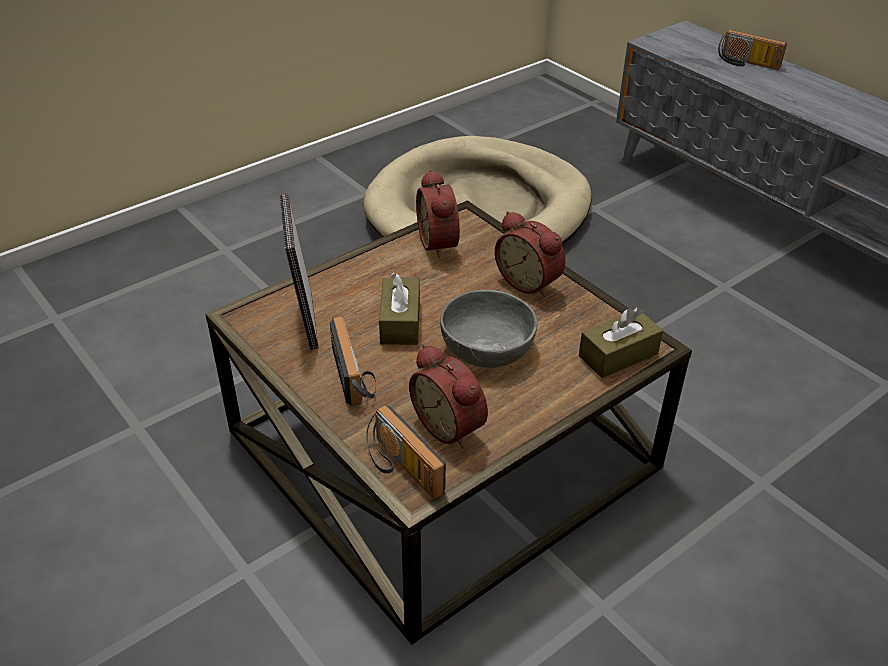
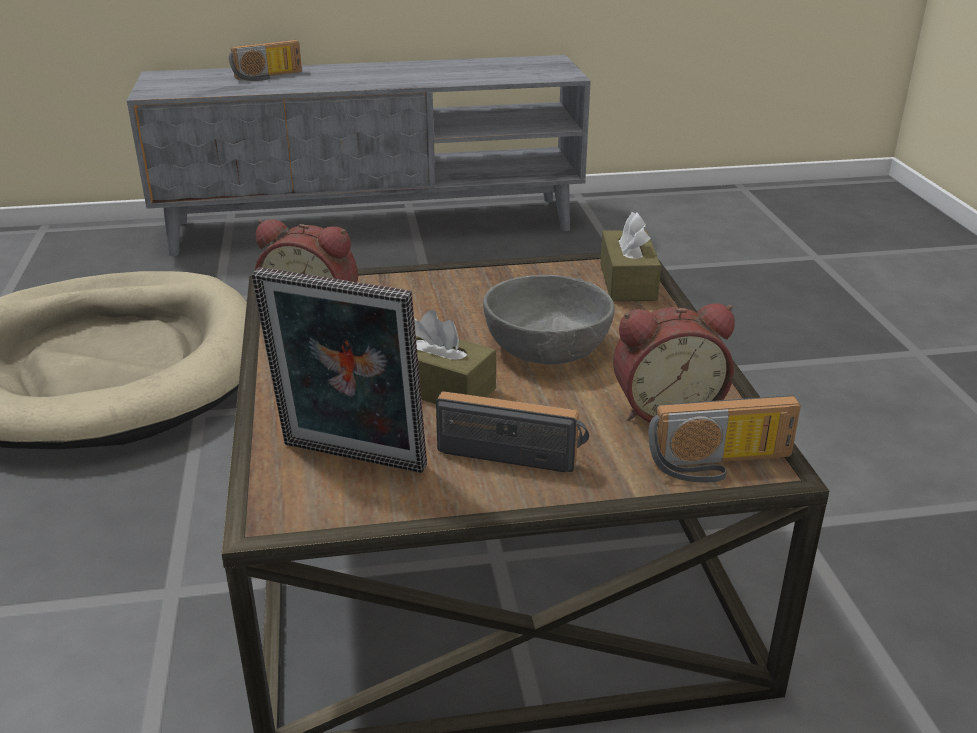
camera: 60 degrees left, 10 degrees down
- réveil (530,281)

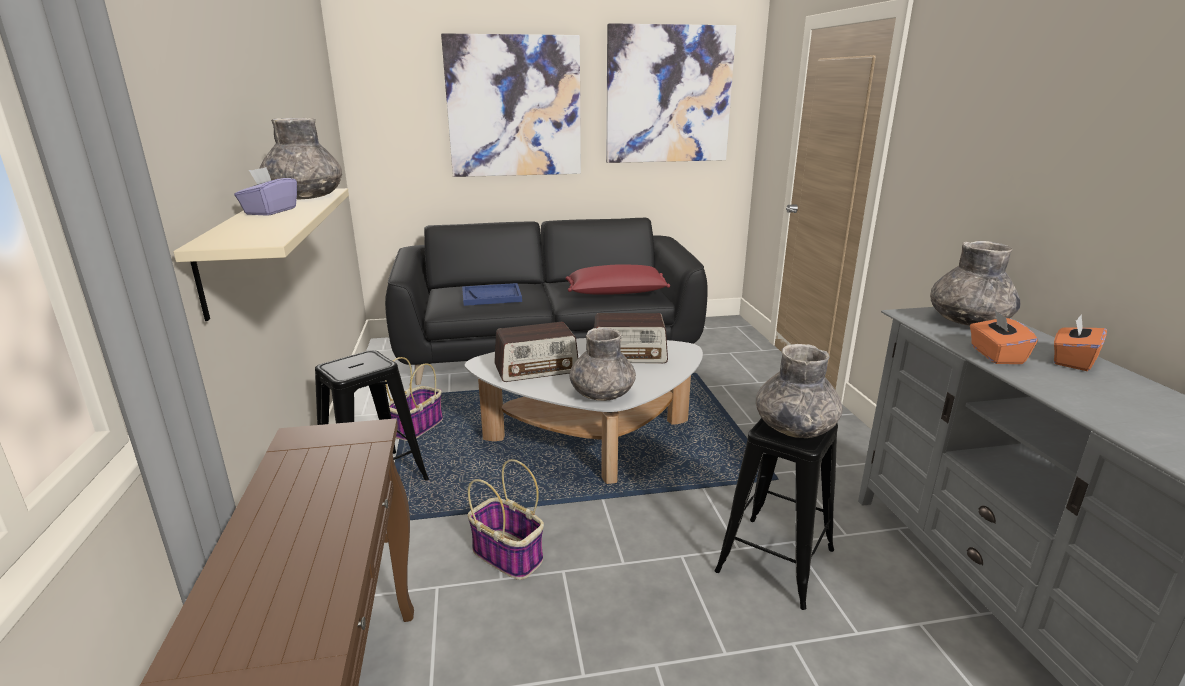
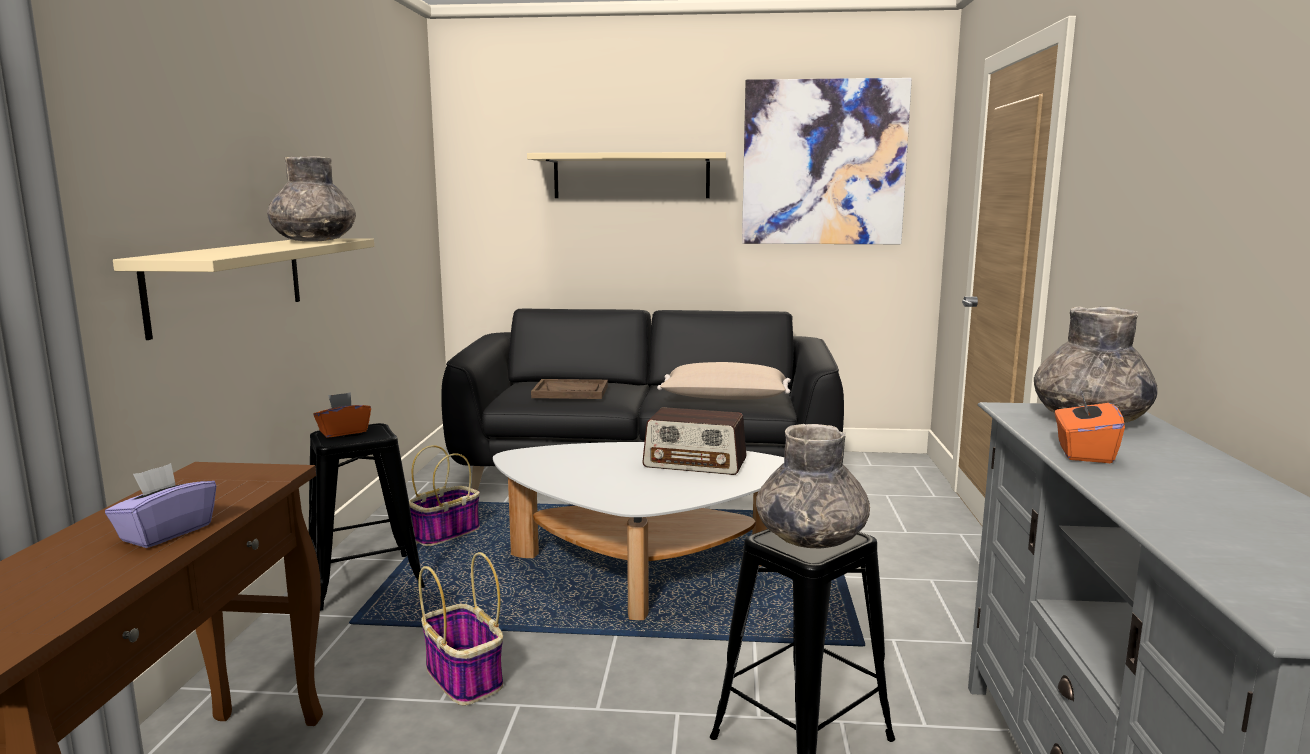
camera: 15 degrees right, 10 degrees down
~ boîte à mouchoirs/violet (270,211) to (166,533)
~ boîte à mouchoirs/orange (1072,361) to (343,432)
~ tableau (514,107) to étagère/beige (631,176)
~ plateau/bleu (492,296) to plateau/marron (570,392)
~ coussin/rouge (616,294) to coussin/beige (724,399)
- radio (537,369)
- vase/gris (602,394)

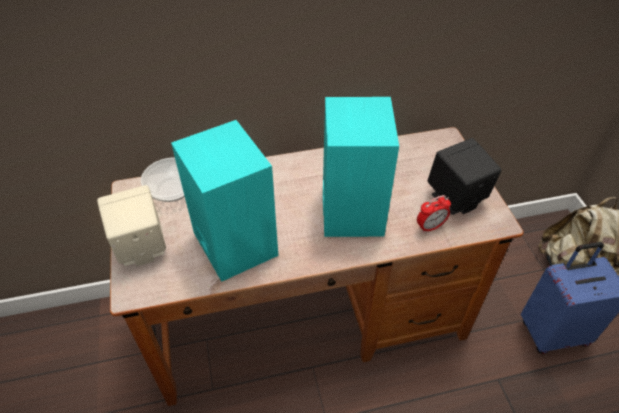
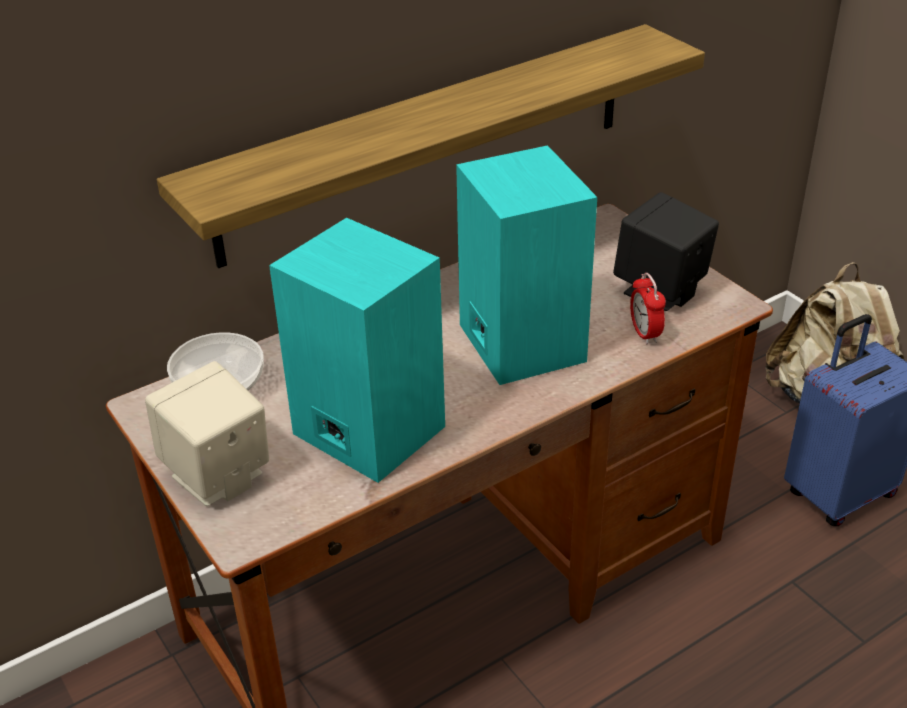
camera: 20 degrees left, 10 degrees down
+ étagère (428,142)
~ réveil (430,227) = (645,334) 120 degrees clockwise

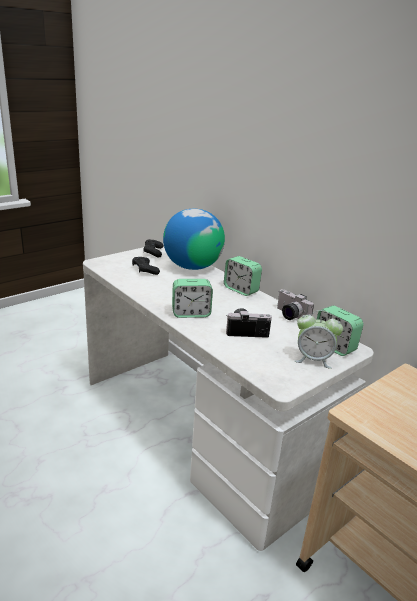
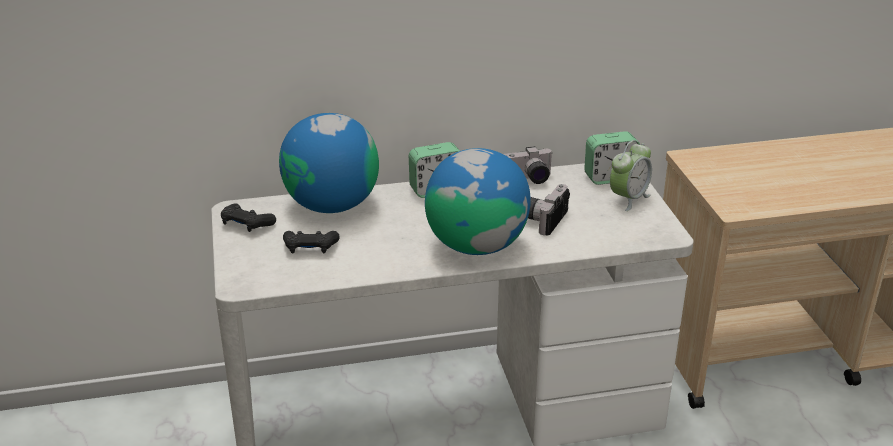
camera: 60 degrees left, 5 degrees up
~ réveil (191,313) to globe (476,245)

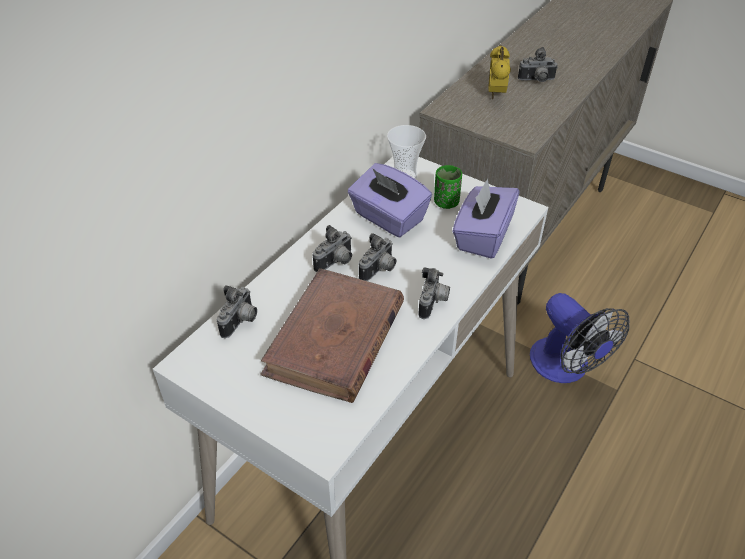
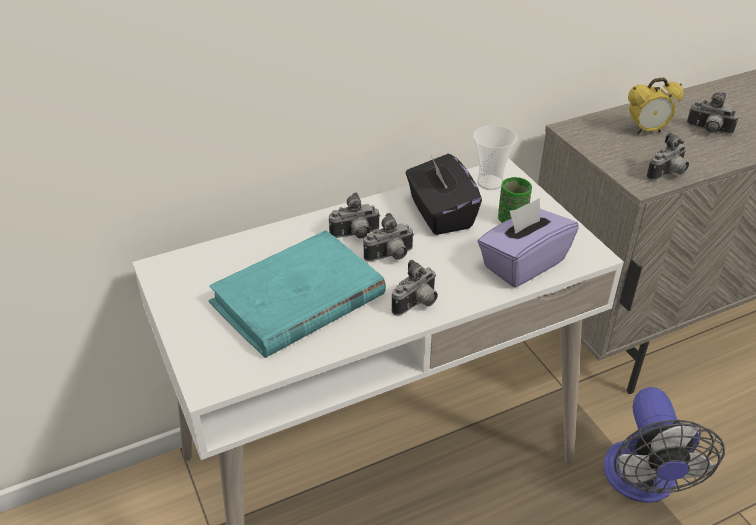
camera: 30 degrees right, 5 degrees down
~ livre/marron (335,339) to livre/turquoise (297,299)
~ boîte à mouchoirs/violet (388,218) to boîte à mouchoirs/noir (440,214)
~ réveil (496,94) = (646,131) 135 degrees counterclockwise
~ appareil photo (241,322) to (667,174)

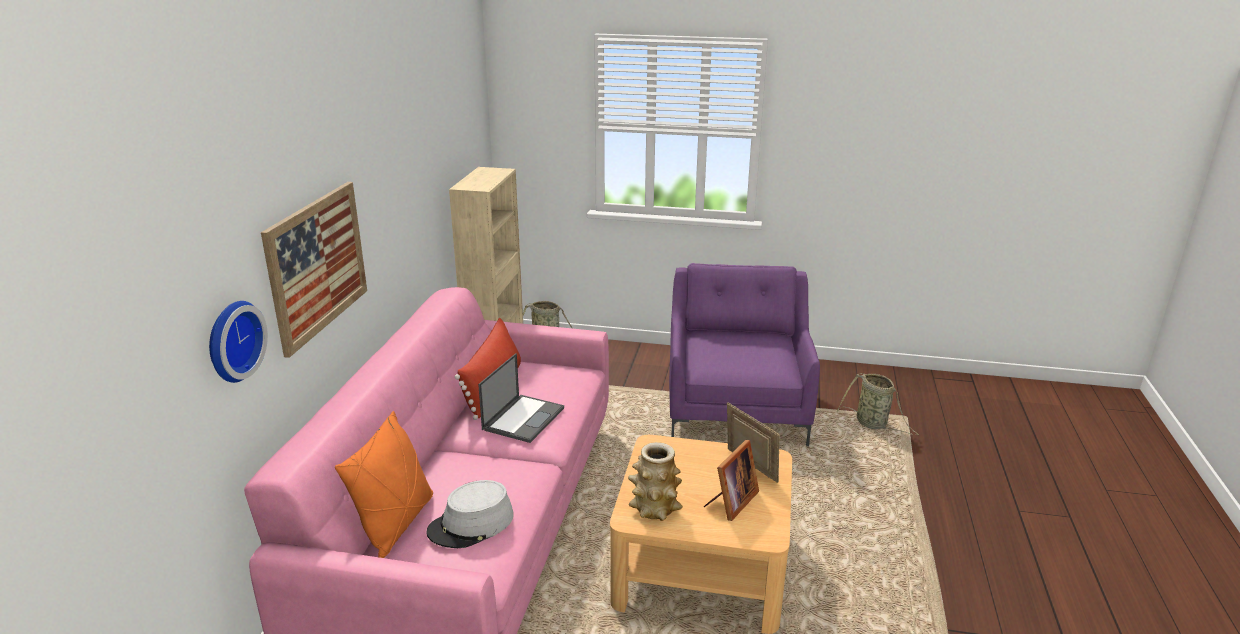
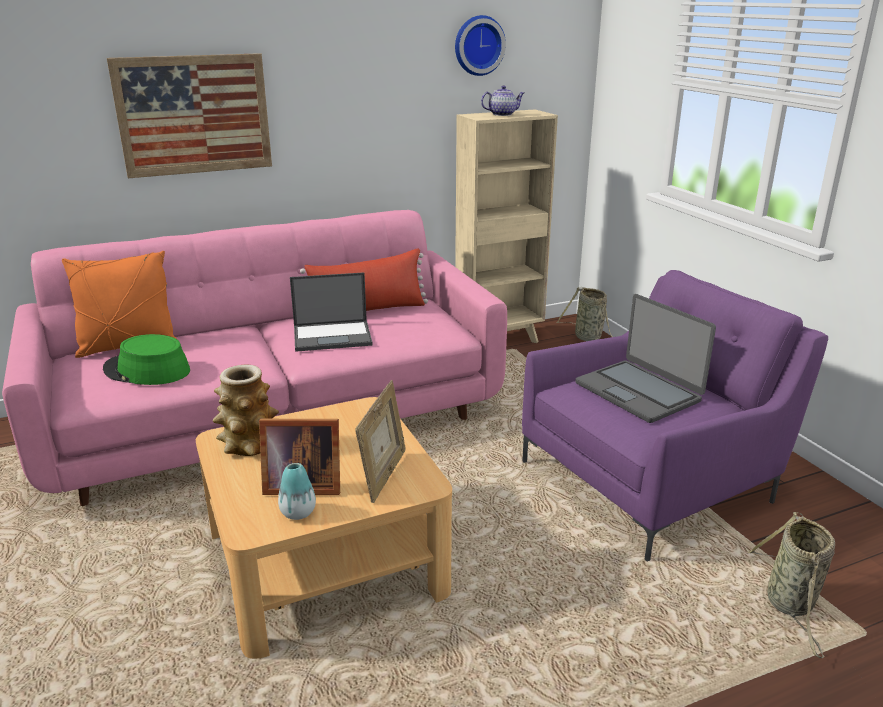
camera: 55 degrees right, 0 degrees up
~ chapeau/gris (471,524) to chapeau/vert (147,371)
+ vase (298,513)
~ horloge murale (231,340) to (478,45)
+ théière (502,114)
+ ordinateur portable (638,392)

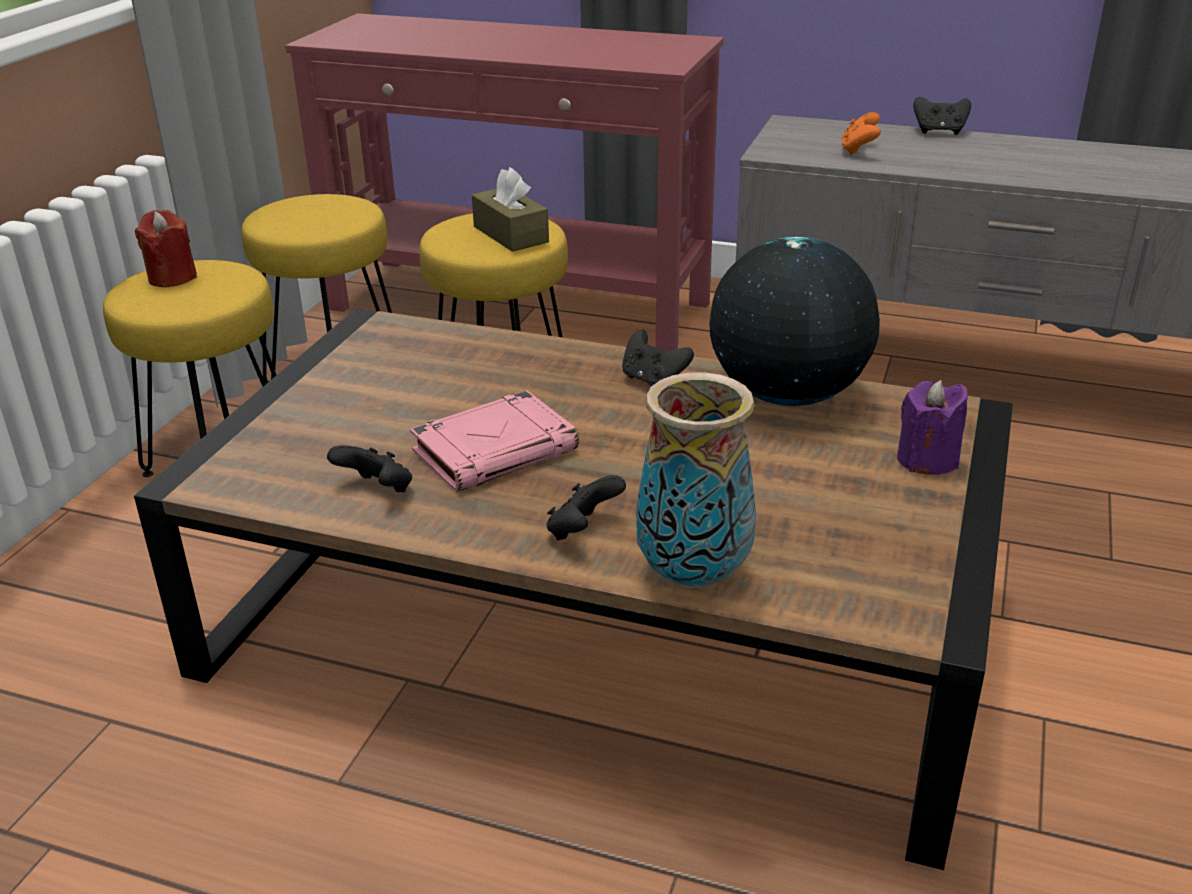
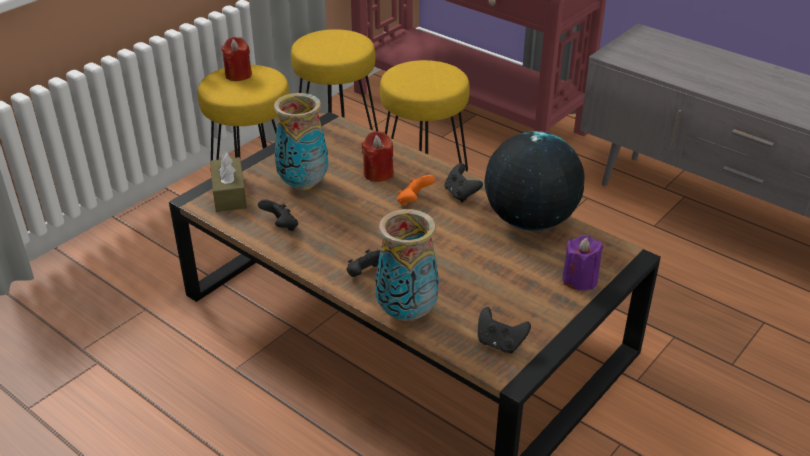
camera: 20 degrees right, 5 degrees up
~ boîte à mouchoirs/marron (510,234) to (229,194)
+ vase (303,184)
+ bougie/rouge (378,173)
~ manette/orange (859,150) to (414,201)
~ manette/noir (939,131) to (500,343)
- livre/rose (496,450)

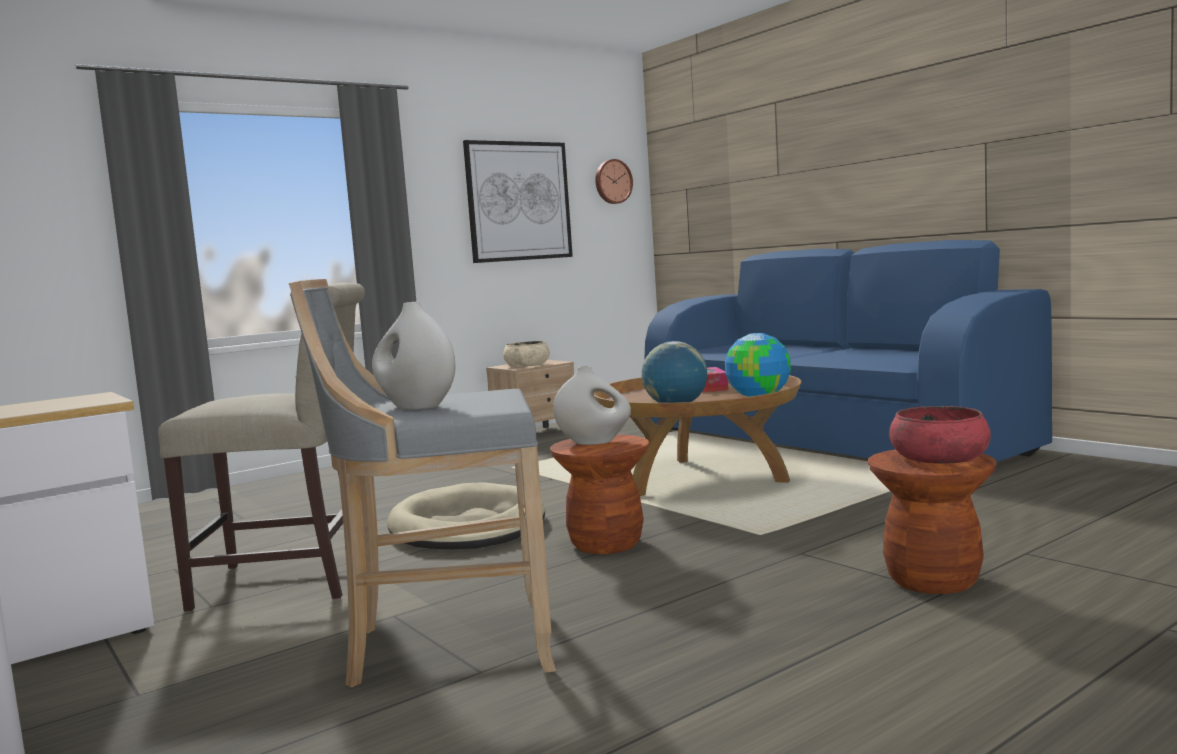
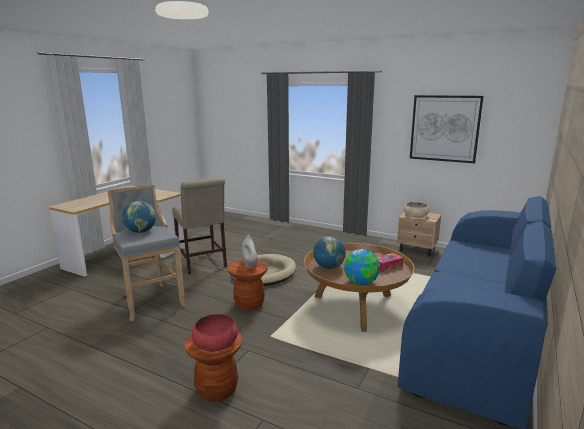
camera: 65 degrees right, 10 degrees up
~ vase/blanc (416,407) to globe (141,231)
- horloge murale (612,181)

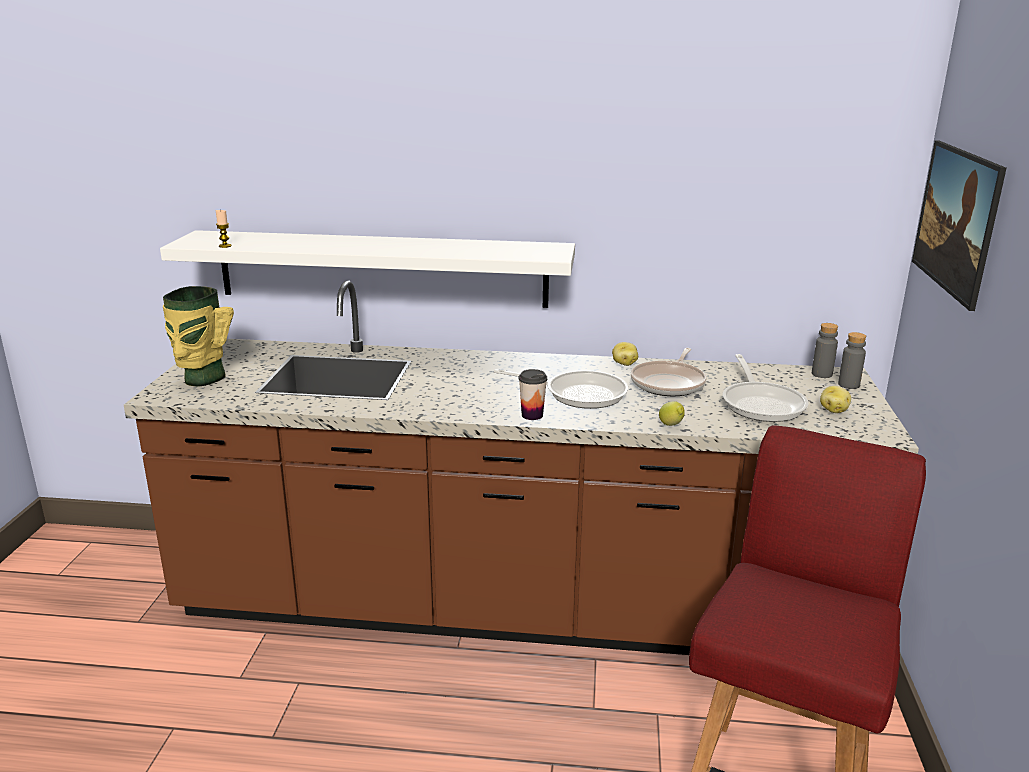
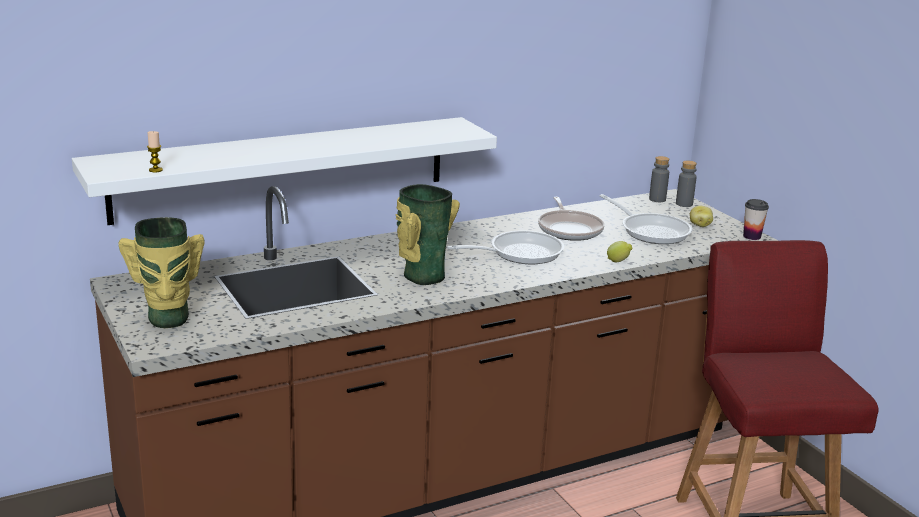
camera: 35 degrees left, 0 degrees up
+ vase (421,275)
~ tasse (532,415) to (752,236)
- pomme de terre (624,363)
- tableau (949,252)

